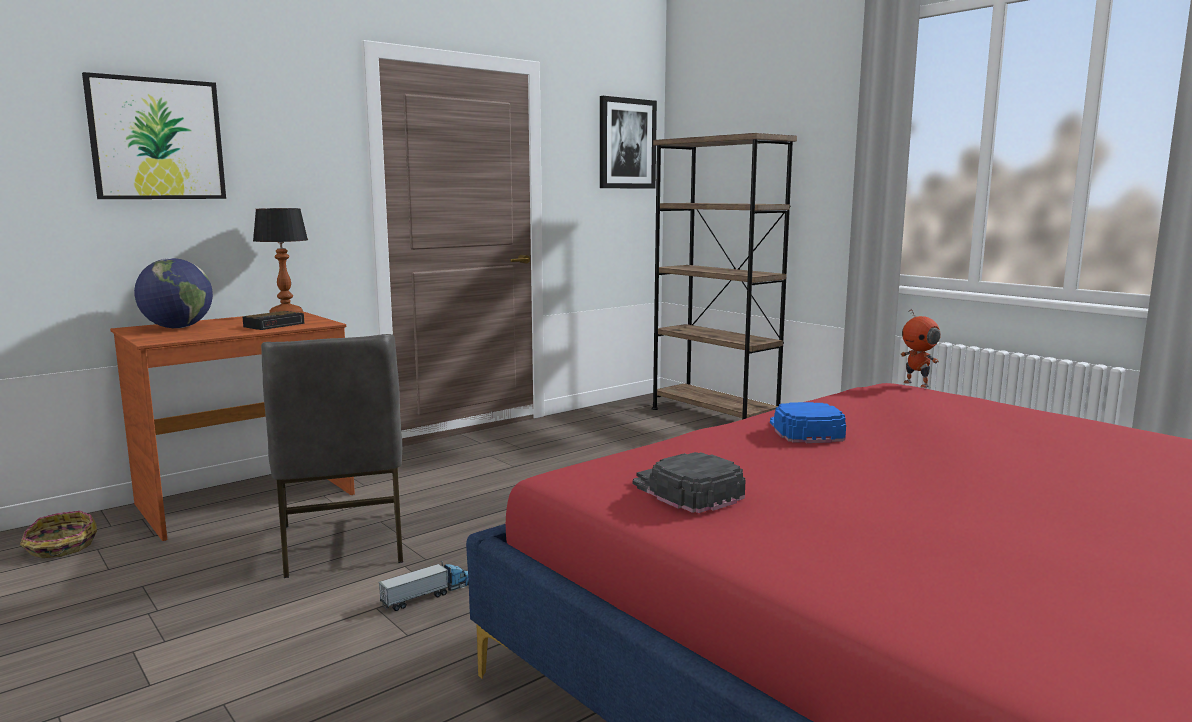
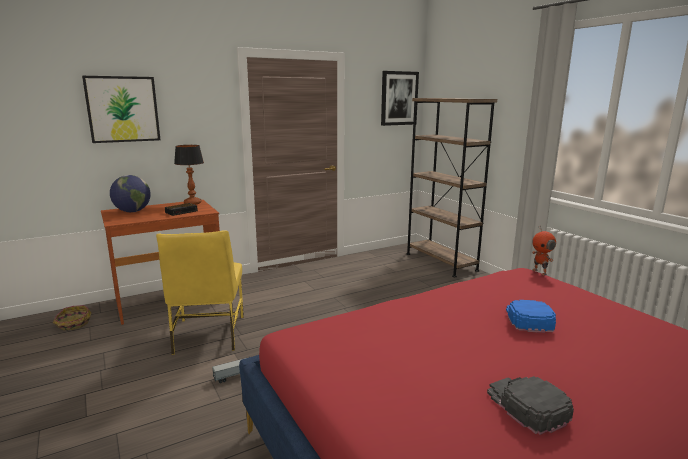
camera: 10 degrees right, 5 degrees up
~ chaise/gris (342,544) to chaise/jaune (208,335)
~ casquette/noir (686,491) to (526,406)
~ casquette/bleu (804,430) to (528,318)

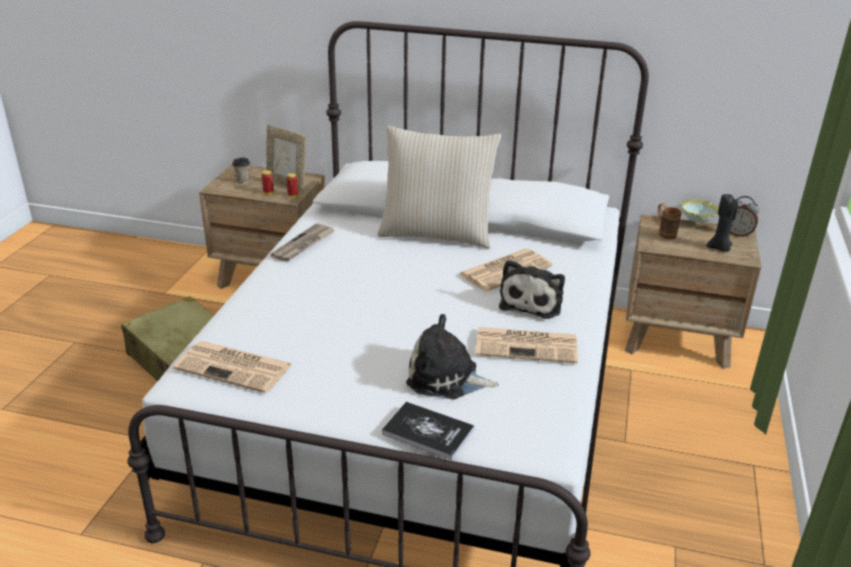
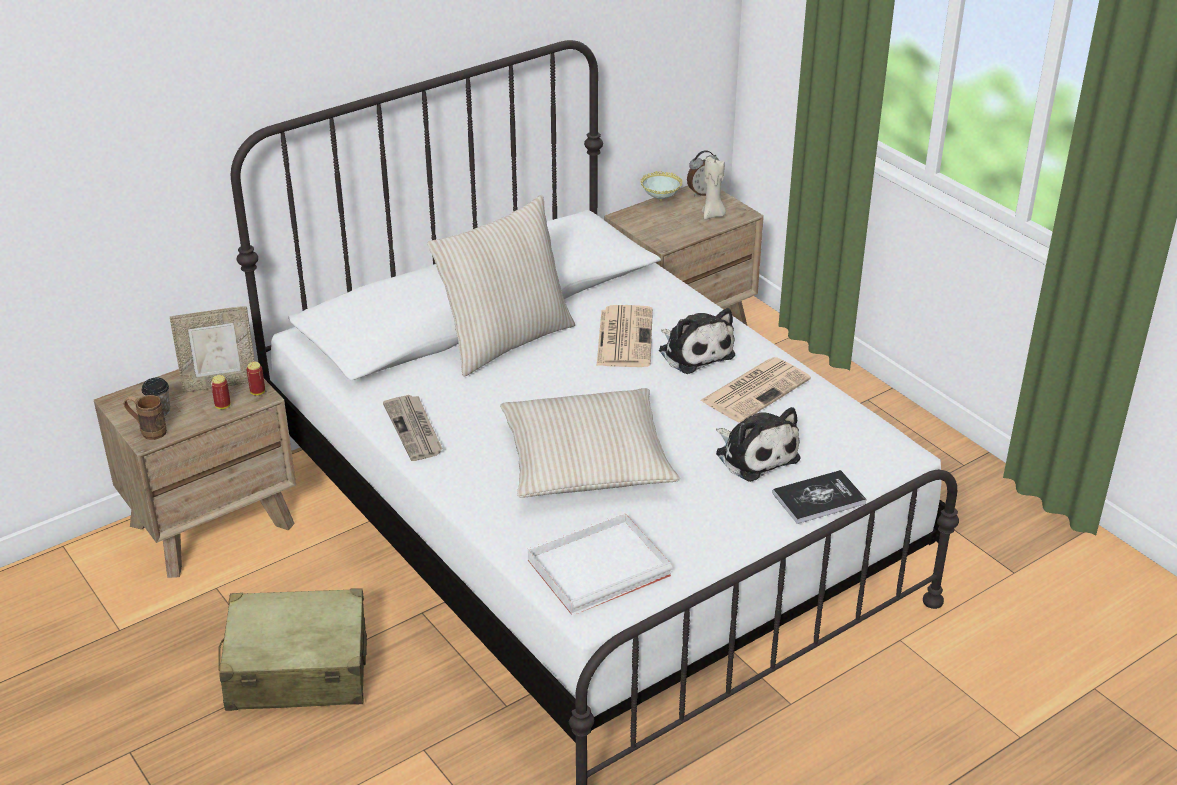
camera: 50 degrees left, 5 degrees up
~ mug/marron (664,233) to (148,431)
+ coussin/beige (586,460)
~ journal (235,367) to plateau/blanc (601,566)
~ bougie/noir (719,248) to bougie/beige (712,215)
~ peluche (446,378) = (755,454) 90 degrees counterclockwise

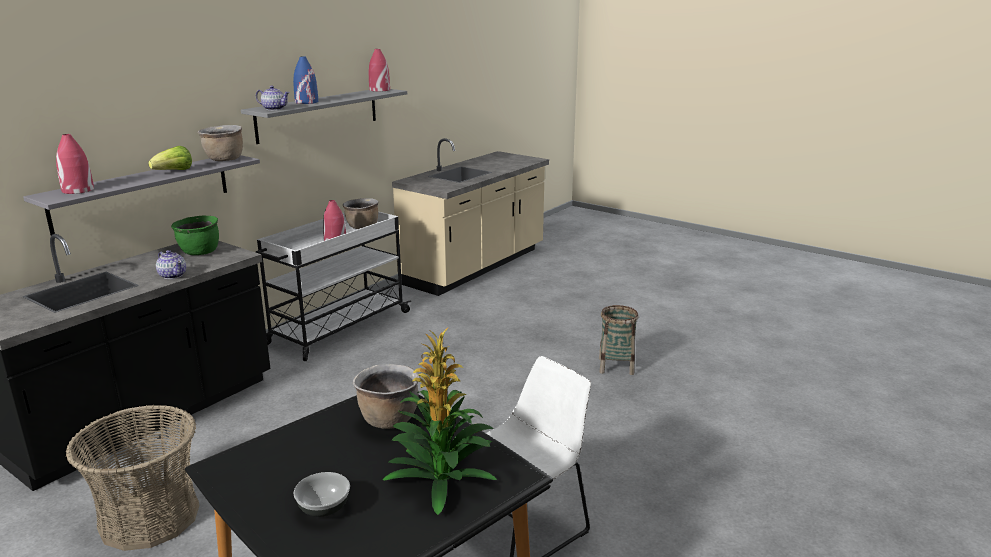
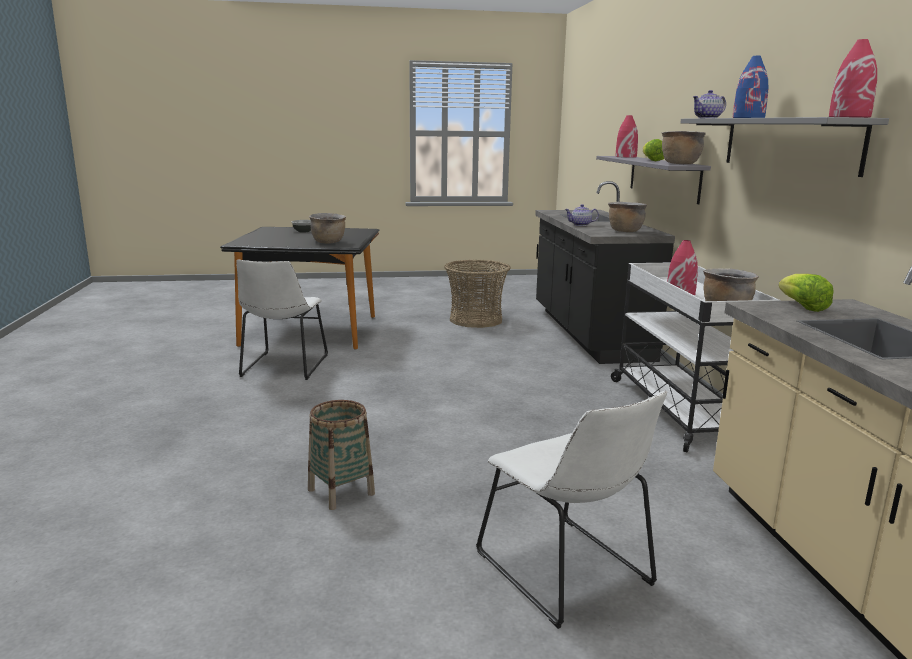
camera: 135 degrees right, 5 degrees down
+ chaise/blanc (567,572)
~ marmite/vert (199,252) to marmite/marron (625,231)
+ laitue (802,307)
- plante en pot (441,478)

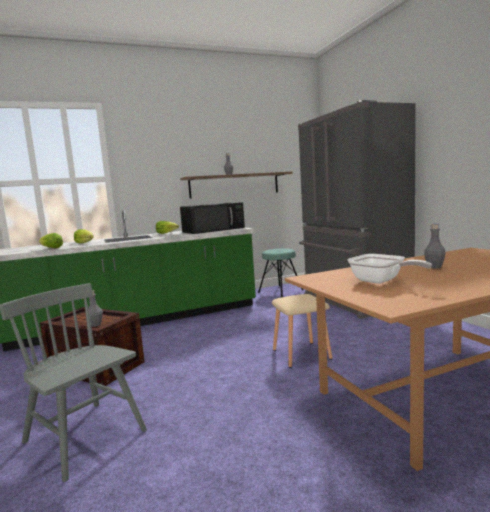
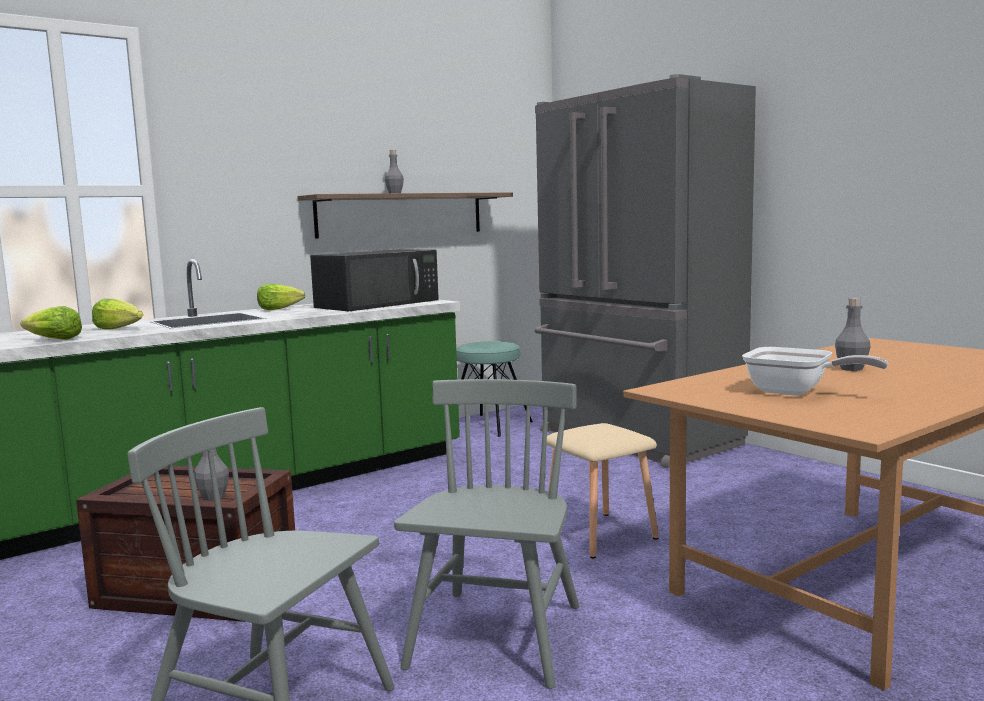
camera: 15 degrees left, 0 degrees up
+ chaise/gris (497,637)

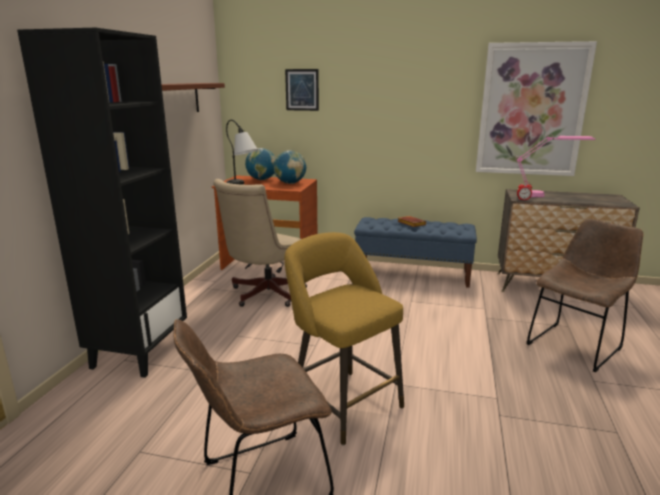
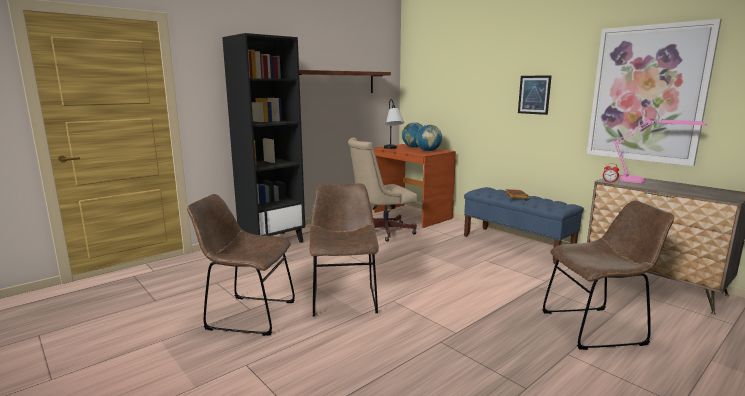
camera: 35 degrees right, 5 degrees down
~ tabouret/jaune (342,402) to chaise/marron (344,298)
~ tableau (302,90) to (534,94)

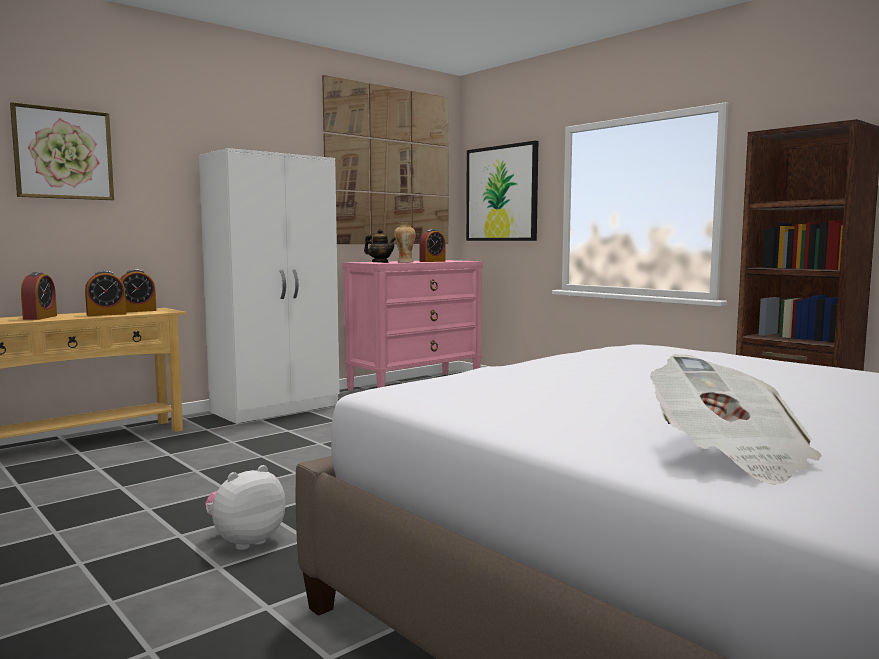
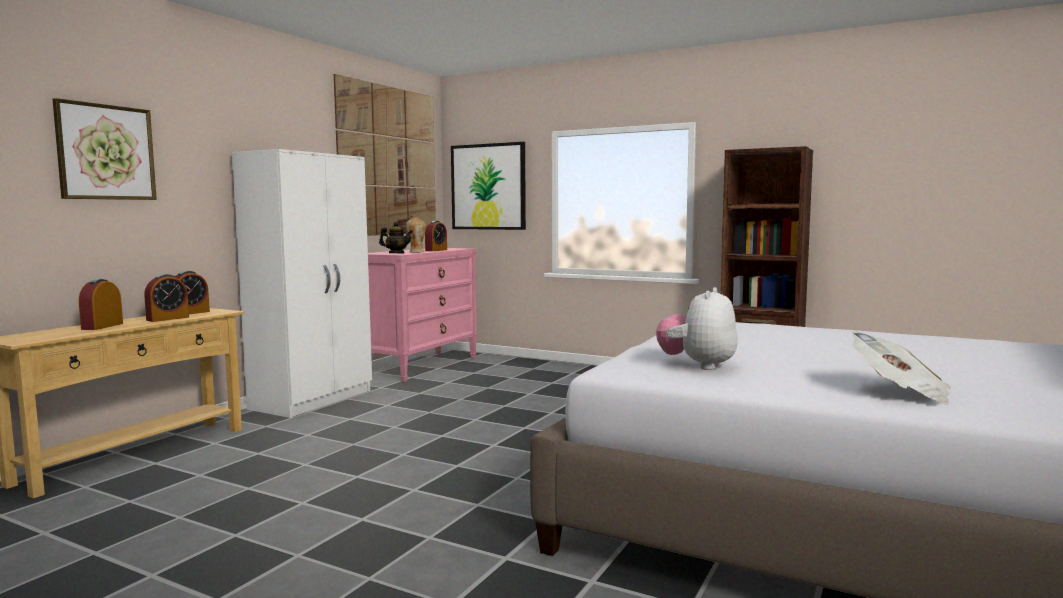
camera: 20 degrees left, 0 degrees up
~ réveil (40,317) = (102,326) 150 degrees counterclockwise
~ peluche (245,541) to (698,366)

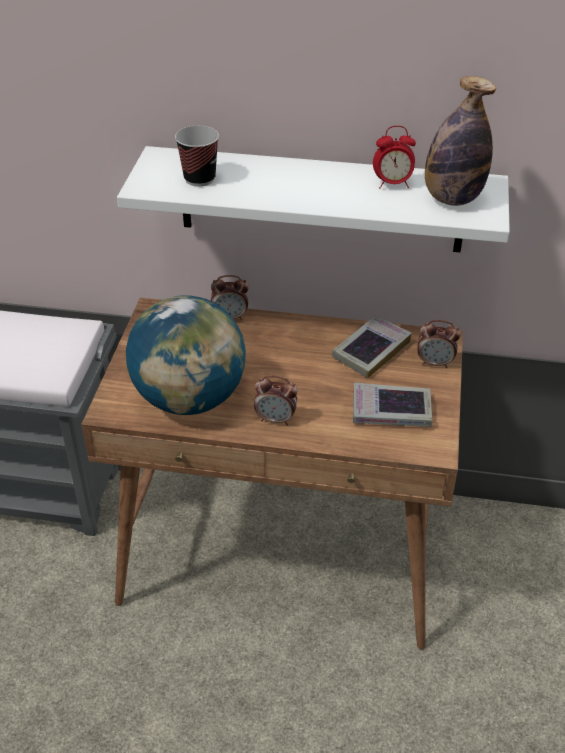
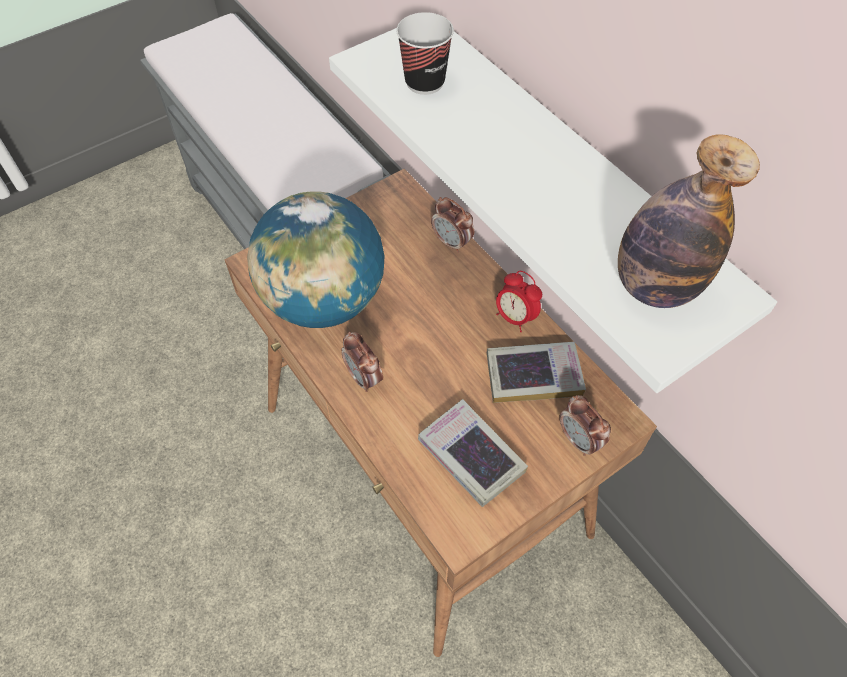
camera: 45 degrees right, 15 degrees up
~ réveil (392,184) to (515,317)

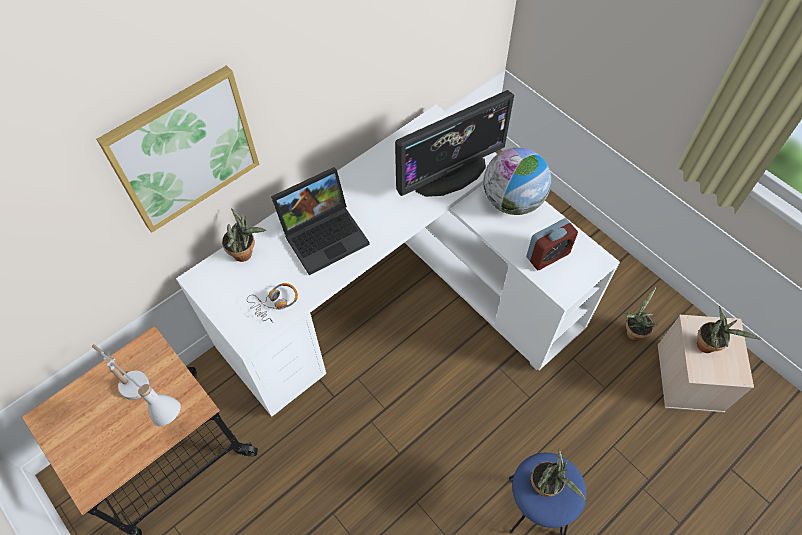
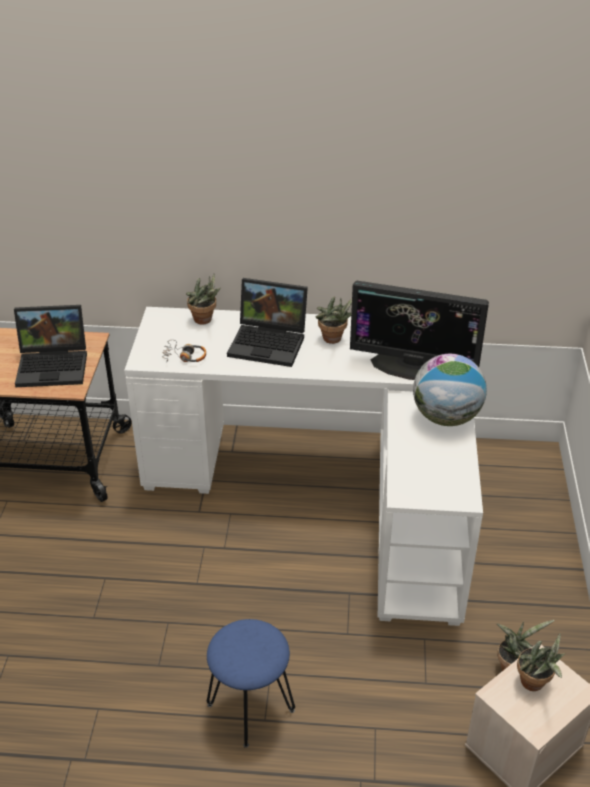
camera: 45 degrees right, 20 degrees down
~ lampe de table/blanc (148,399) to ordinateur portable (55,365)
~ plante en pot (547,486) to (333,340)
- tableau (184,150)
- réveil (547,255)

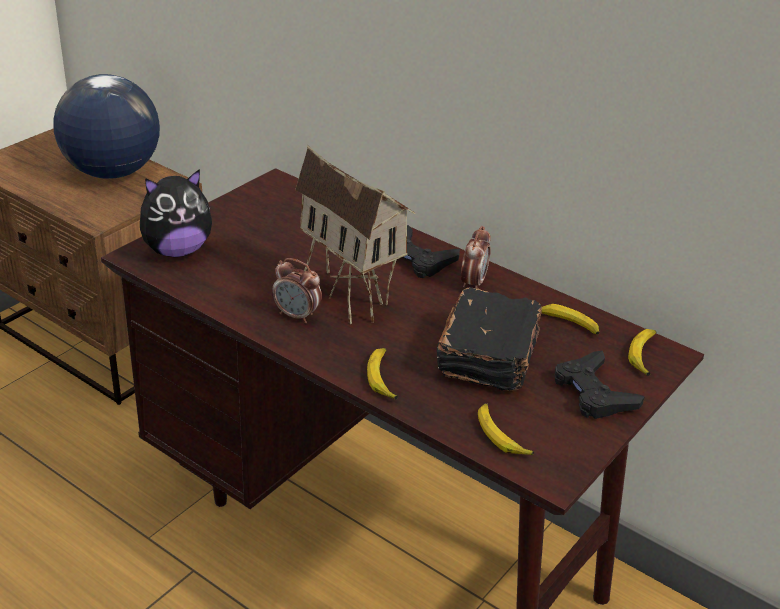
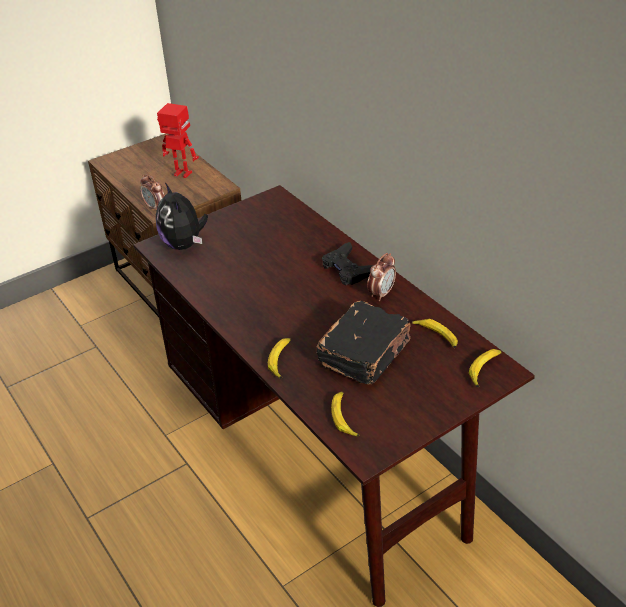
camera: 20 degrees right, 5 degrees up
~ réveil (297,315) to (155,207)
~ peluche (177,250) = (184,244) 75 degrees clockwise
~ globe (111,172) to robot jouet (182,174)
- maison miniature (350,298)
- manette/noir (593,392)

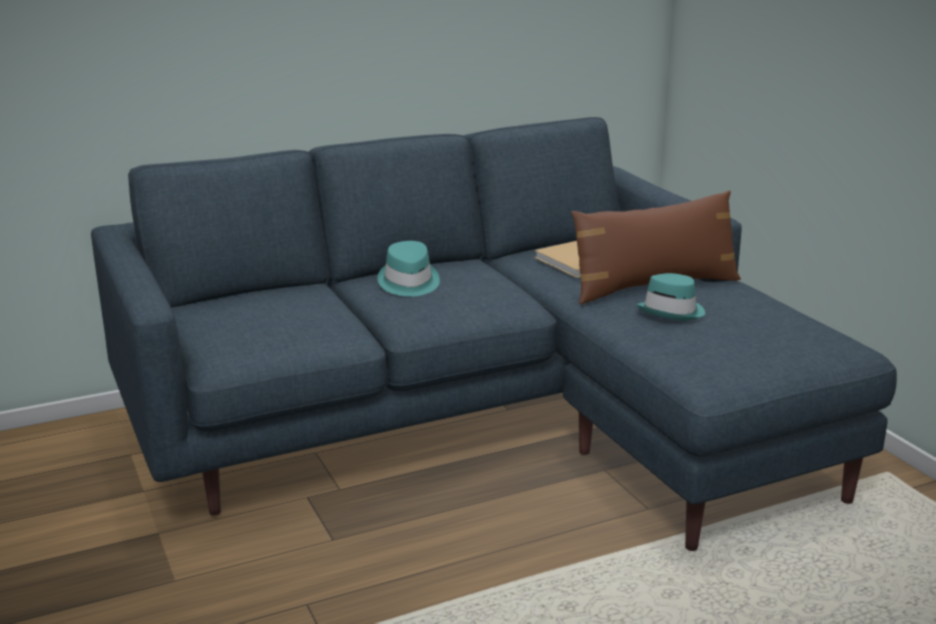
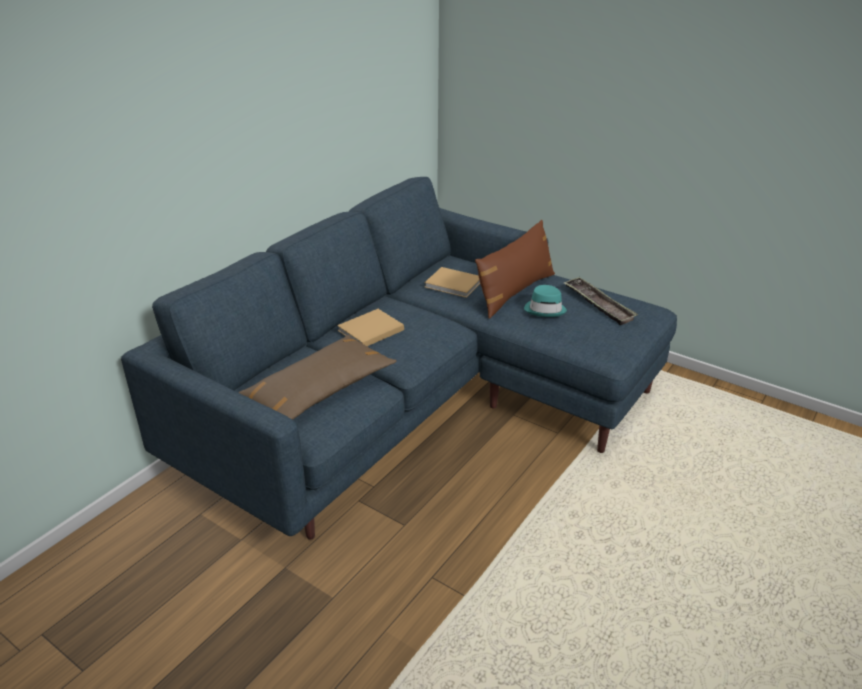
camera: 30 degrees left, 10 degrees up
+ coussin/marron (319,391)
~ chapeau/turquoise (408,283) to livre/beige (369,331)
+ plateau (598,304)

